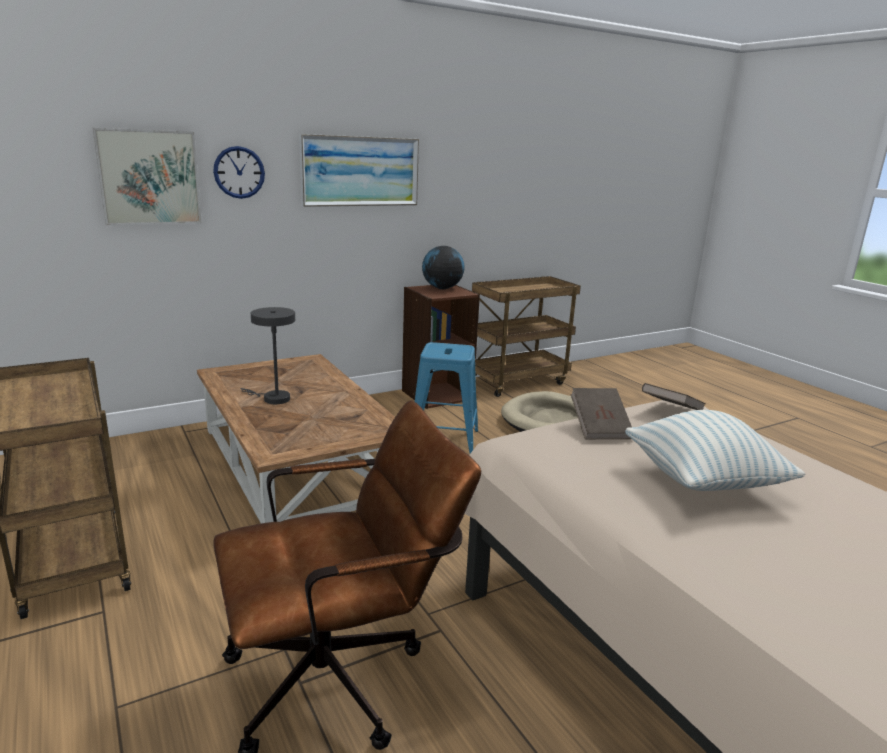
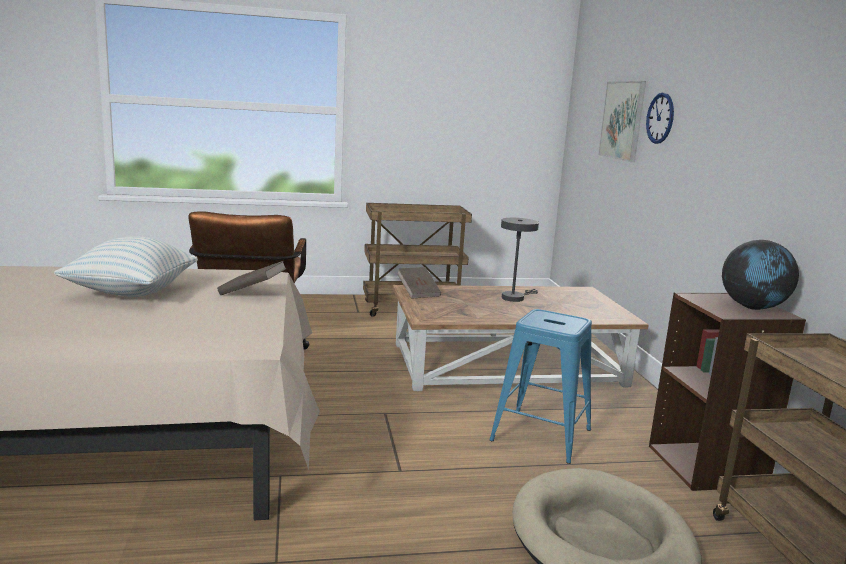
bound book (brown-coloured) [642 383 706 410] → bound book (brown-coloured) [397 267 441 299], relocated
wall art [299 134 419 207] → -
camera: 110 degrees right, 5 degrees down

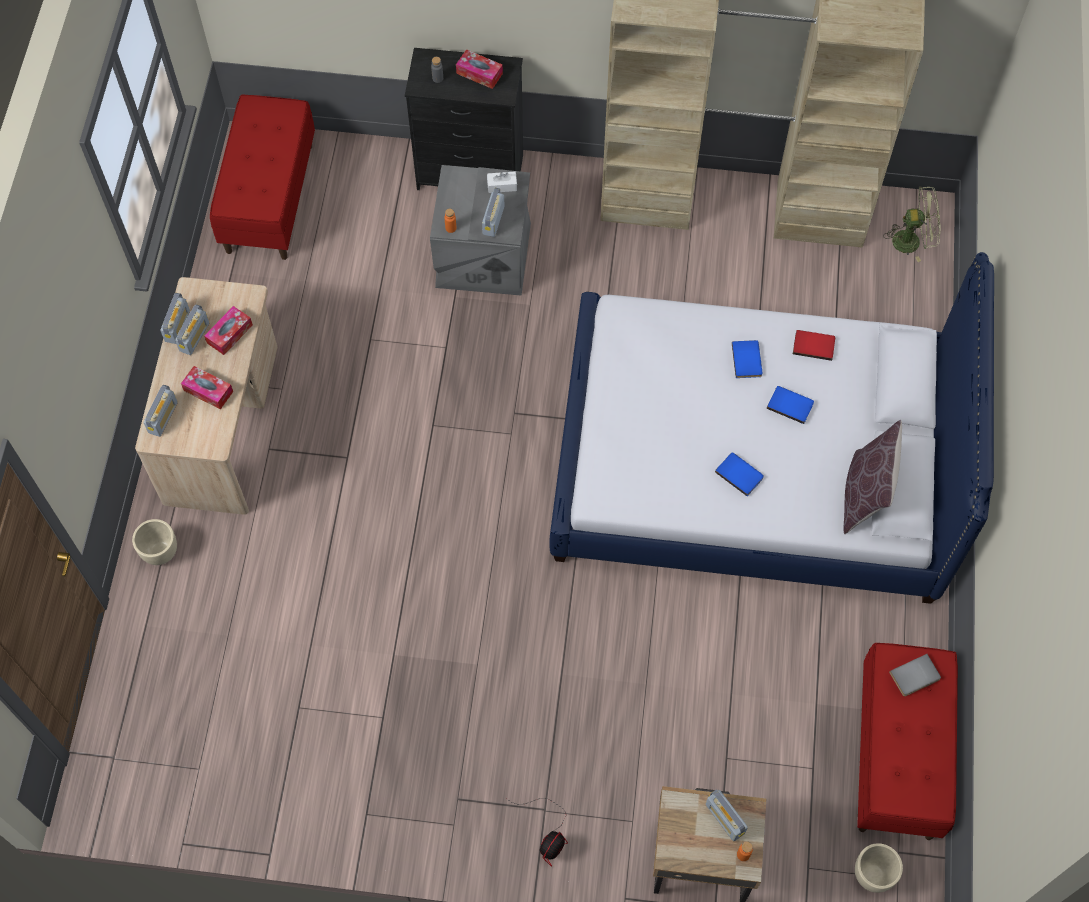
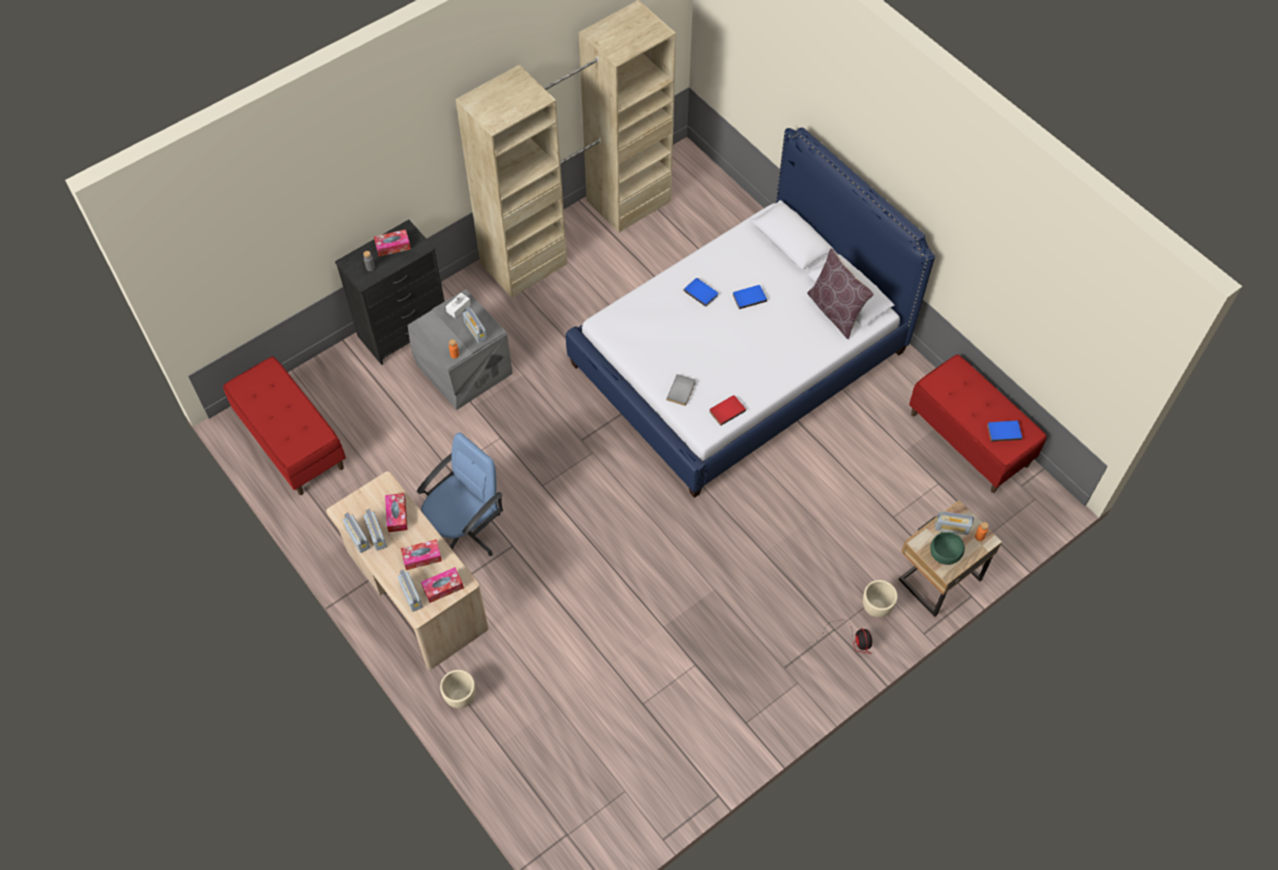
- → office chair (blue) [417 432 503 556]
- → tissue holder [421 567 464 603]
bound book (greyish) [889 654 941 696] → bound book (greyish) [666 374 696 406], relocated
bound book (red-coloured) [793 330 835 361] → bound book (red-coloured) [709 395 746 426], relocated
planter (beige) [855 843 903 893] → planter (beige) [863 580 898 617], relocated
- → bowl (green-coloured) [930 532 965 565]
bound book (blue) [715 452 764 496] → bound book (blue) [987 421 1022 442], relocated
cooling fan (green-coloured) [883 186 940 262] → -
camera: 45 degrees left, 5 degrees down

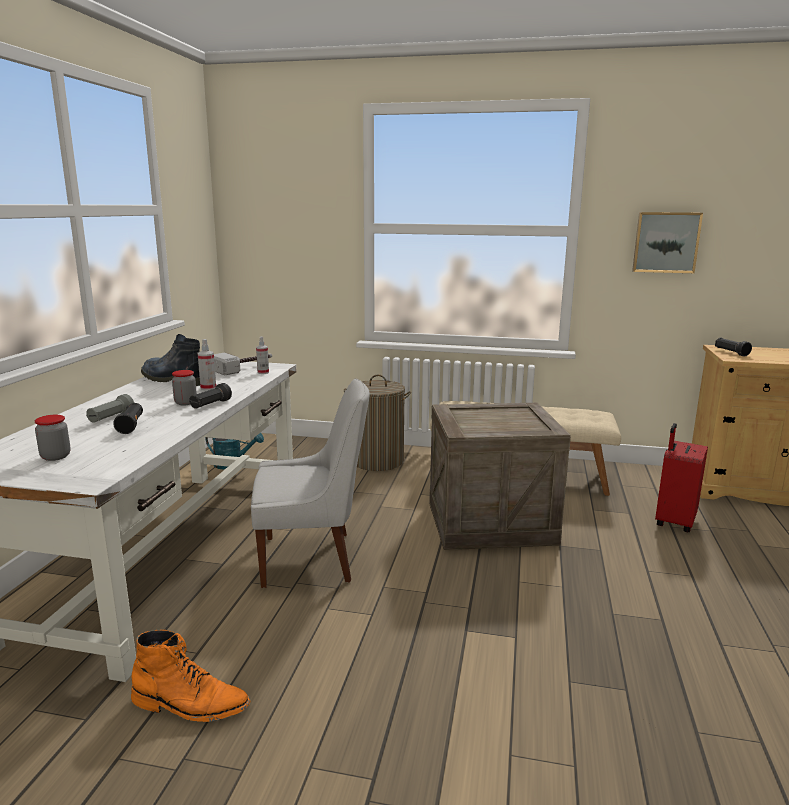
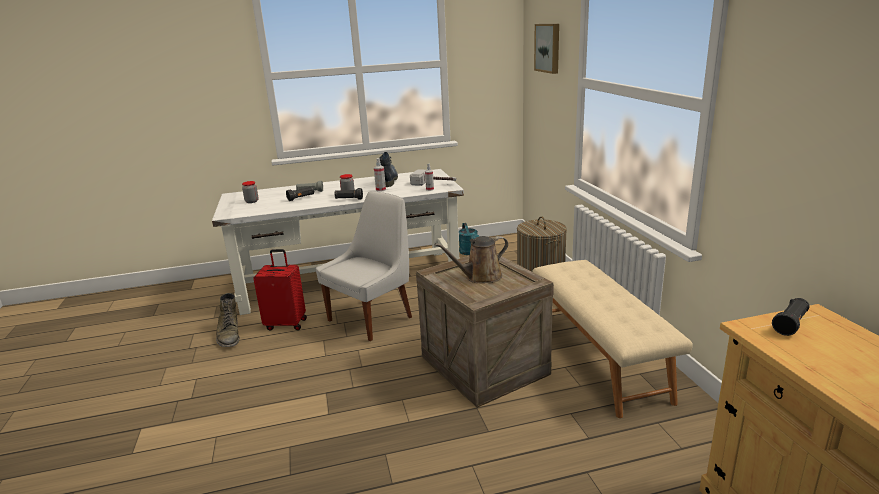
high-top boot (orange) [131 630 250 722] → high-top boot (green-coloured) [216 293 239 347]
piece of luggage (red-coloured) [655 423 708 533] → piece of luggage (red-coloured) [253 249 307 330], relocated
upright chair (white-coloured) [251 378 370 588] → upright chair (white-coloured) [316 191 412 341], 105 degrees counterclockwise
- → watering can (brown-coloured) [435 236 508 283]
wall art [632 212 703 273] → wall art [534 24 559 74], relocated
camera: 65 degrees right, 5 degrees up

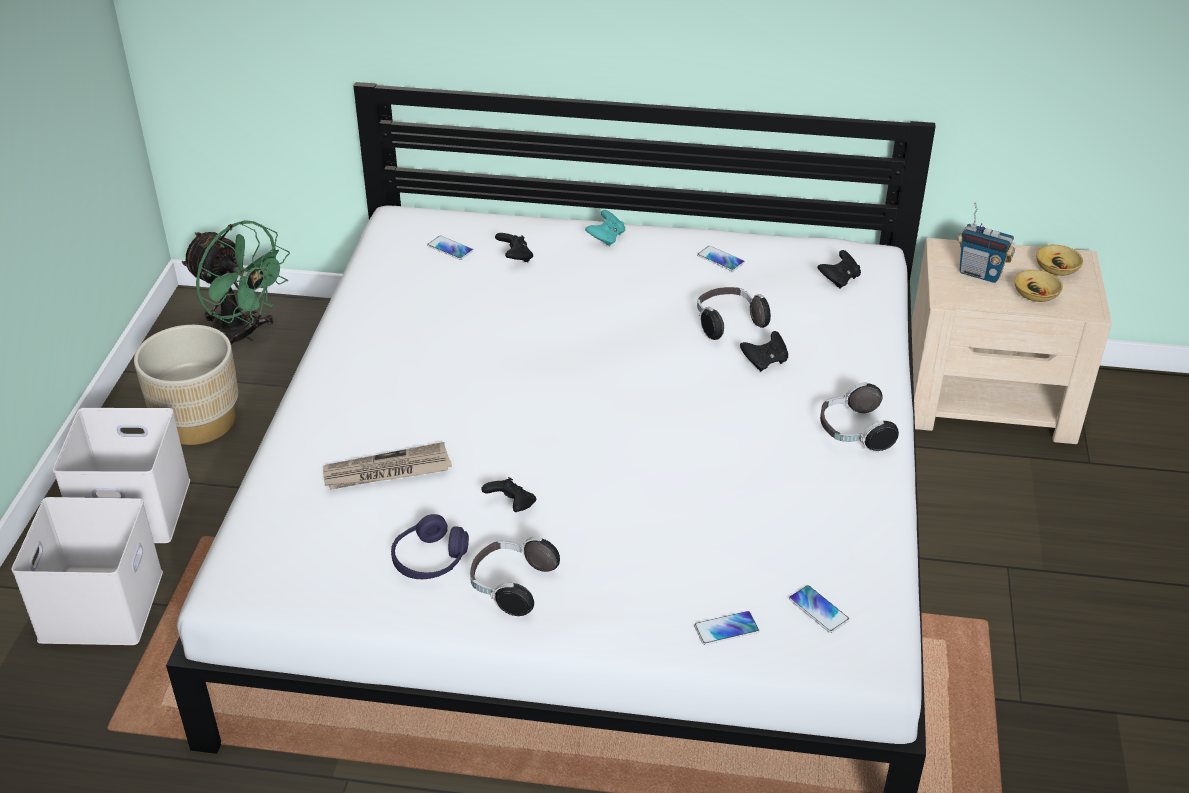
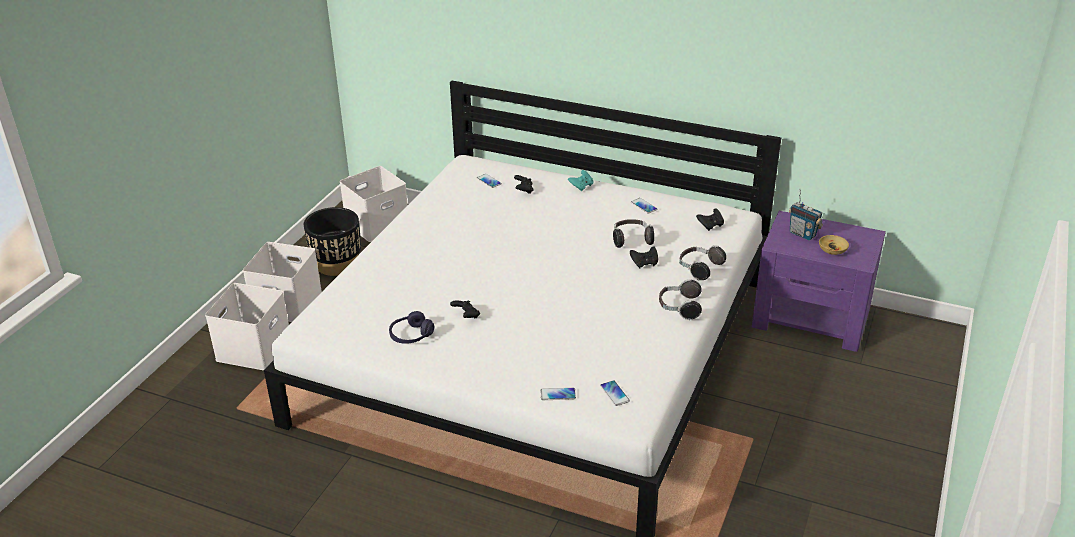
planter (beige) [134 325 238 445] → planter (black) [304 207 361 276]
cooling fan (green-coloured) [182 220 290 345] → storage bin (white-coloured) [340 166 408 242]
headset [470 536 560 616] → headset [679 245 726 281], relocated
night table (beige) [911 238 1112 444] → night table (purplish) [752 211 886 352]
daily paper [323 442 452 490] → -
bowl (beige) [1036 245 1083 276] → -
camera: 15 degrees right, 5 degrees down

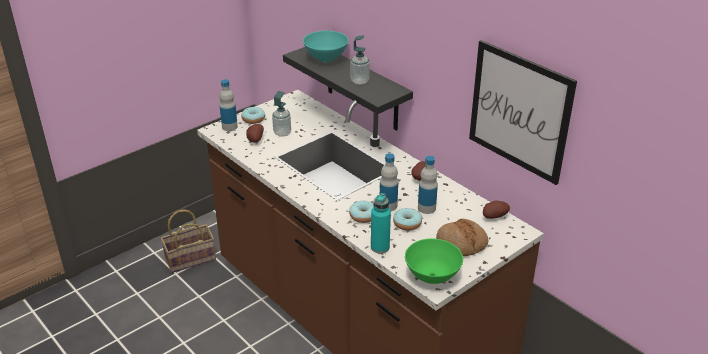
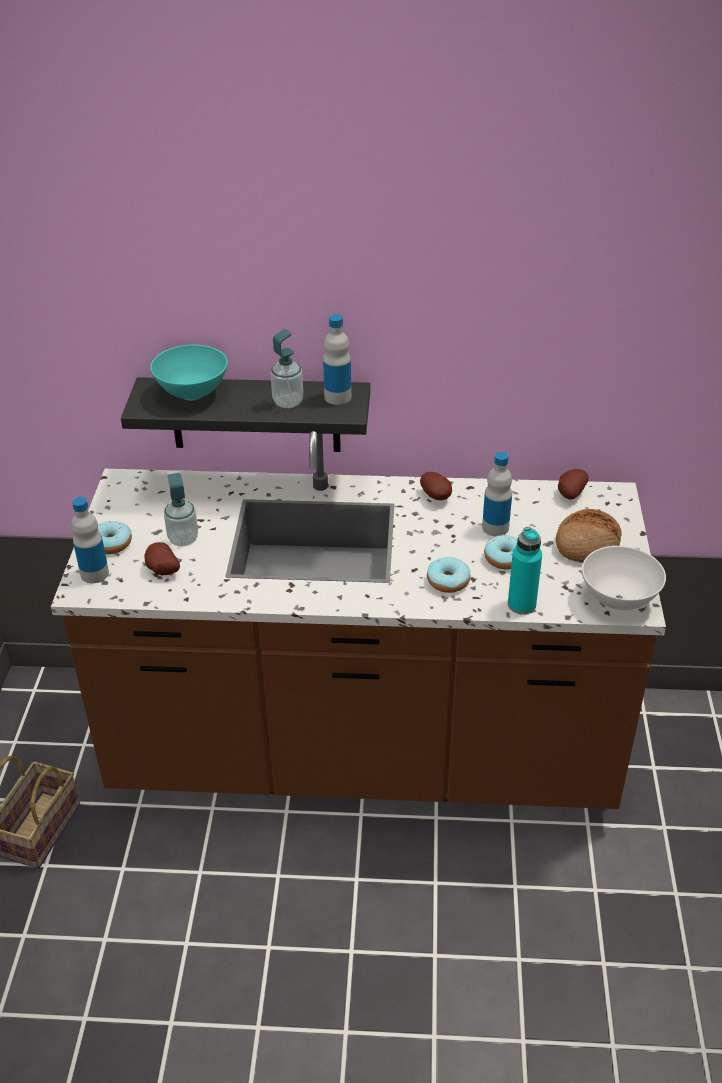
beverage bottle [380 153 398 211] → beverage bottle [323 314 351 405], relocated
bowl (green-coloured) [405 239 463 284] → bowl (white-coloured) [582 546 666 610]
wall art [469 40 577 185] → -
camera: 45 degrees left, 5 degrees up

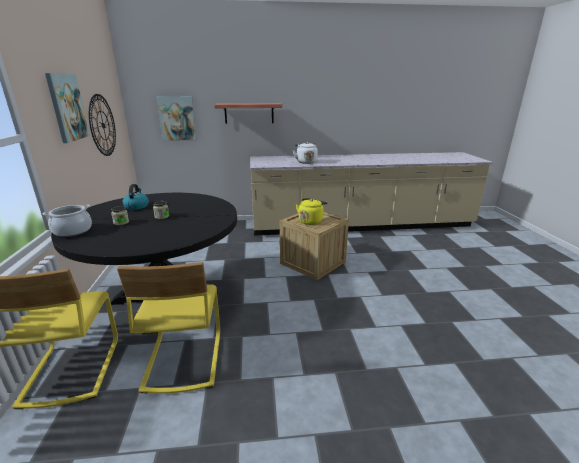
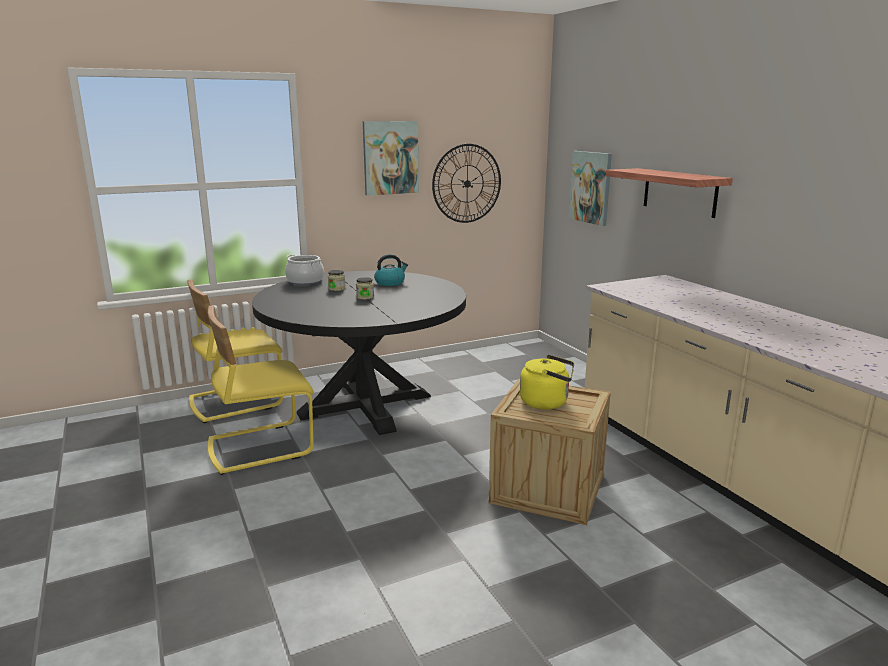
water kettle (white-coloured) [293 142 318 164] → -
camera: 70 degrees right, 5 degrees down

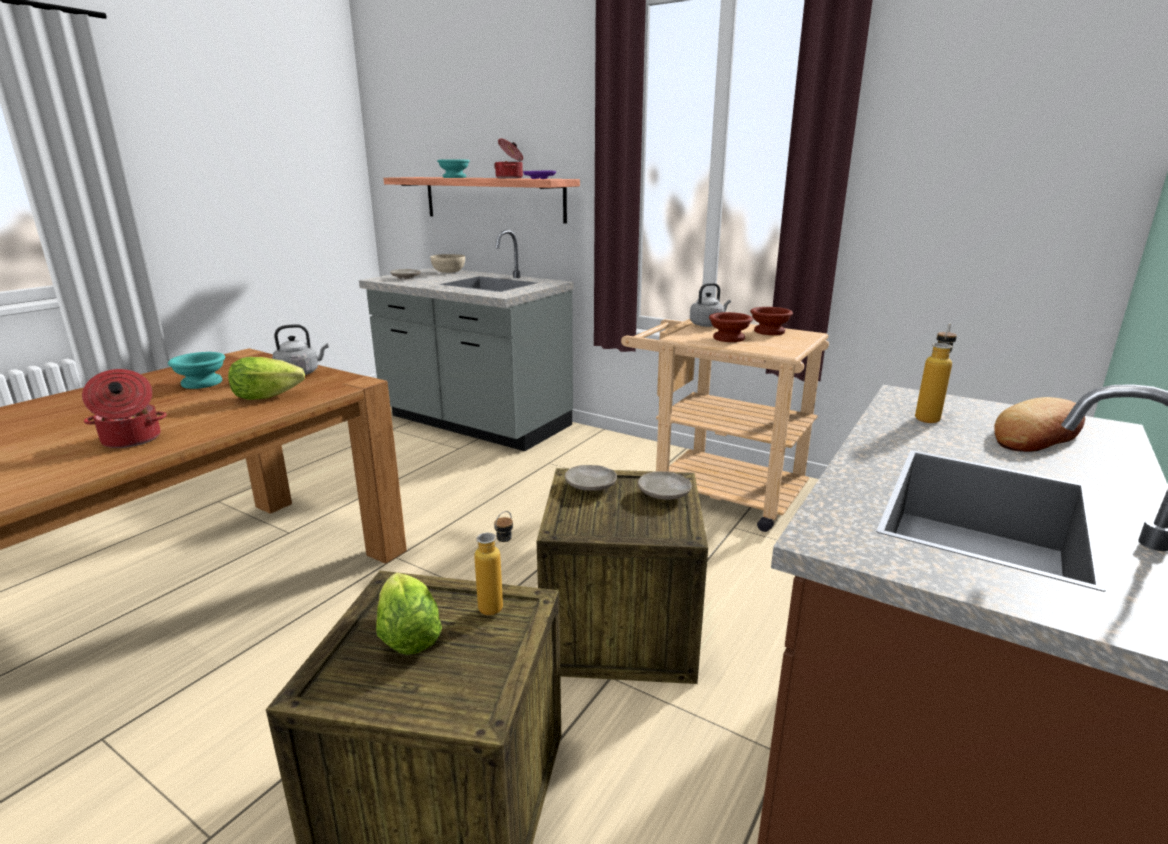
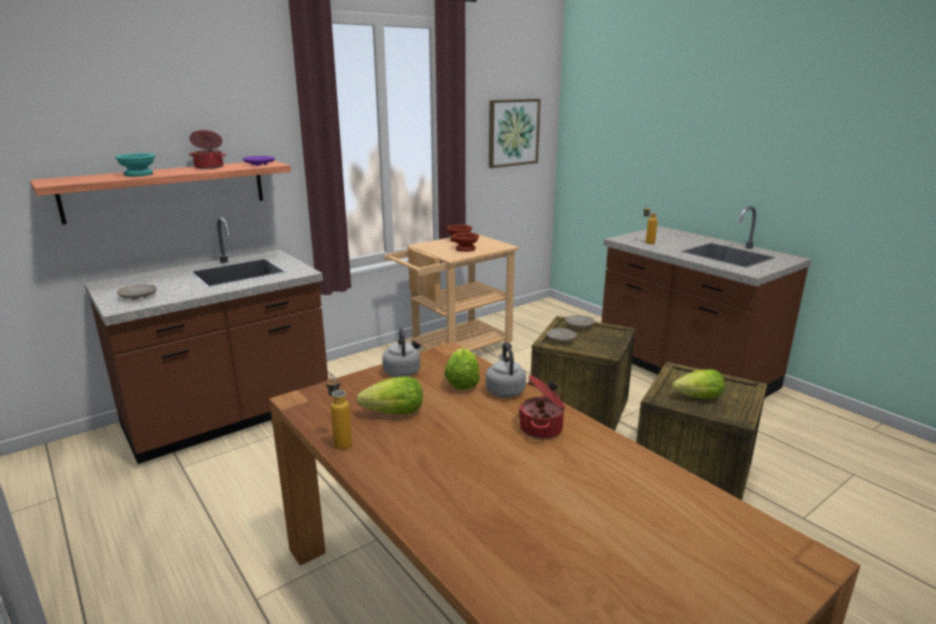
kitchen base unit (greyish) [359 230 574 451] → kitchen base unit (brown-coloured) [84 217 328 464]
beverage bottle [474 511 513 615] → beverage bottle [326 373 352 450], relocated
bowl (blue-green) [168 352 225 389] → lettuce head [357 376 423 414]
water kettle (greyish) [690 283 731 327] → water kettle (greyish) [486 344 526 397], relocated
- → wall art [489 99 541 168]
bowl (beige) [430 254 465 273] → -
baked bread [994 397 1085 452] → -
camera: 70 degrees left, 0 degrees up

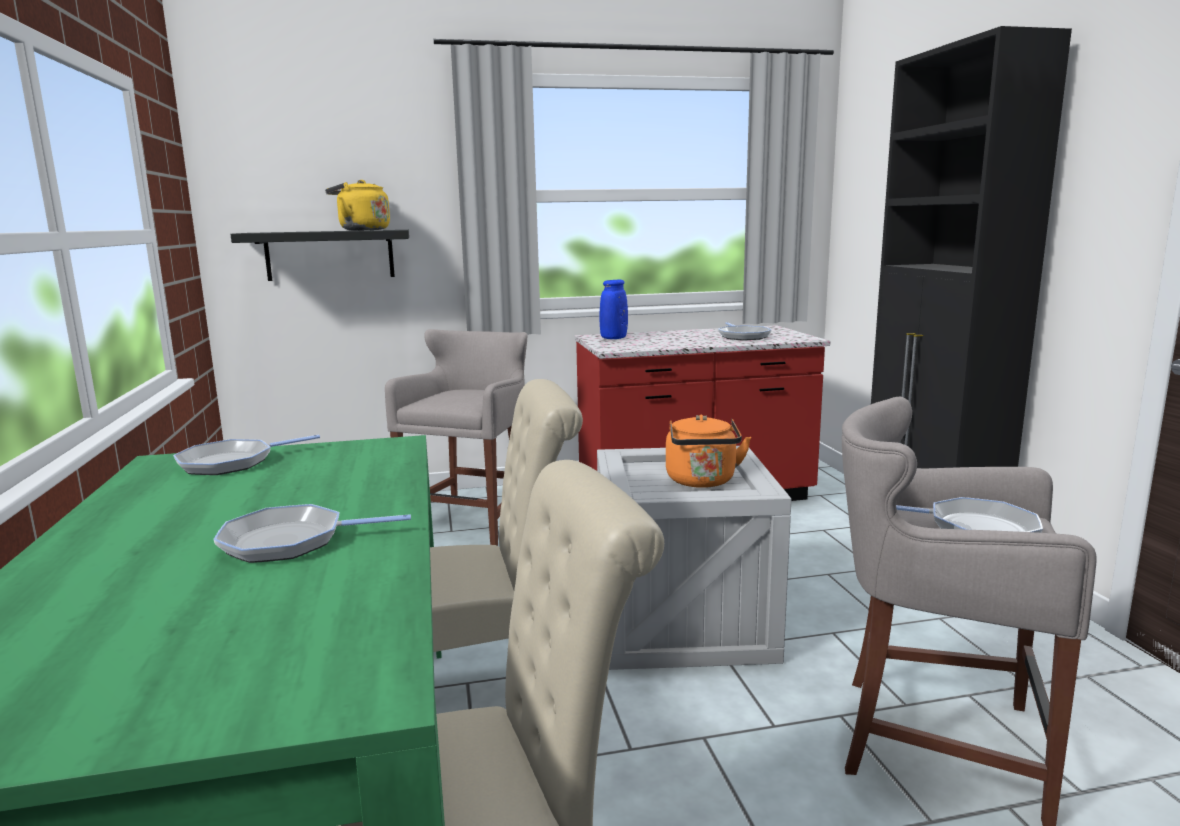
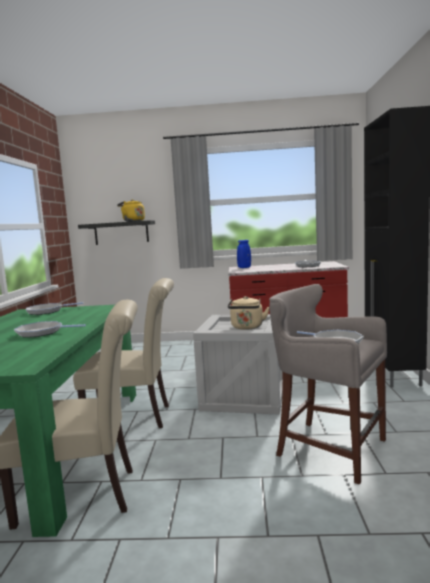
water kettle (orange) [666 415 751 488] → water kettle (beige) [228 296 269 330]
sitting stool (greyish) [385 329 528 546] → -
camera: 15 degrees right, 5 degrees down

